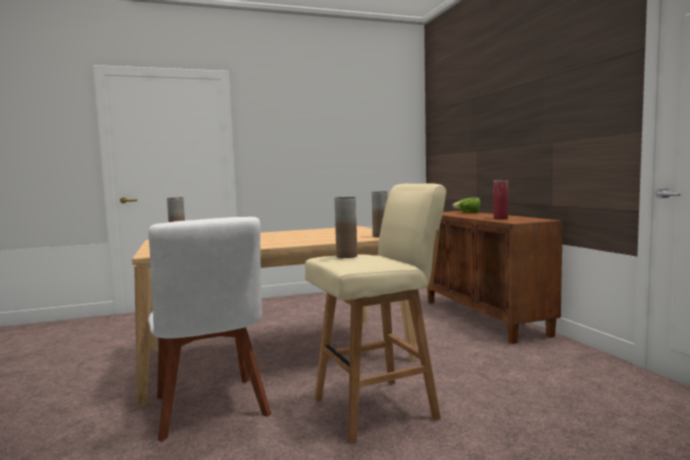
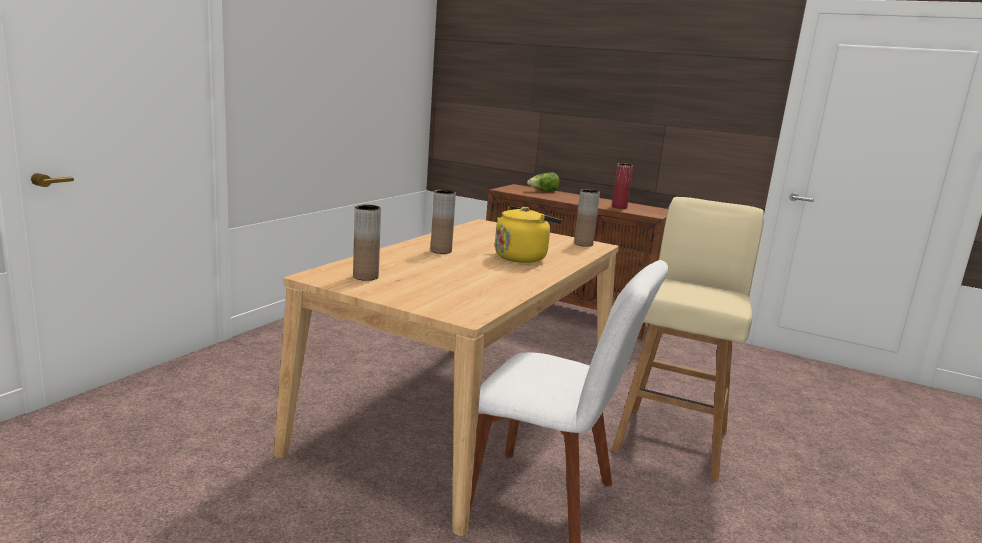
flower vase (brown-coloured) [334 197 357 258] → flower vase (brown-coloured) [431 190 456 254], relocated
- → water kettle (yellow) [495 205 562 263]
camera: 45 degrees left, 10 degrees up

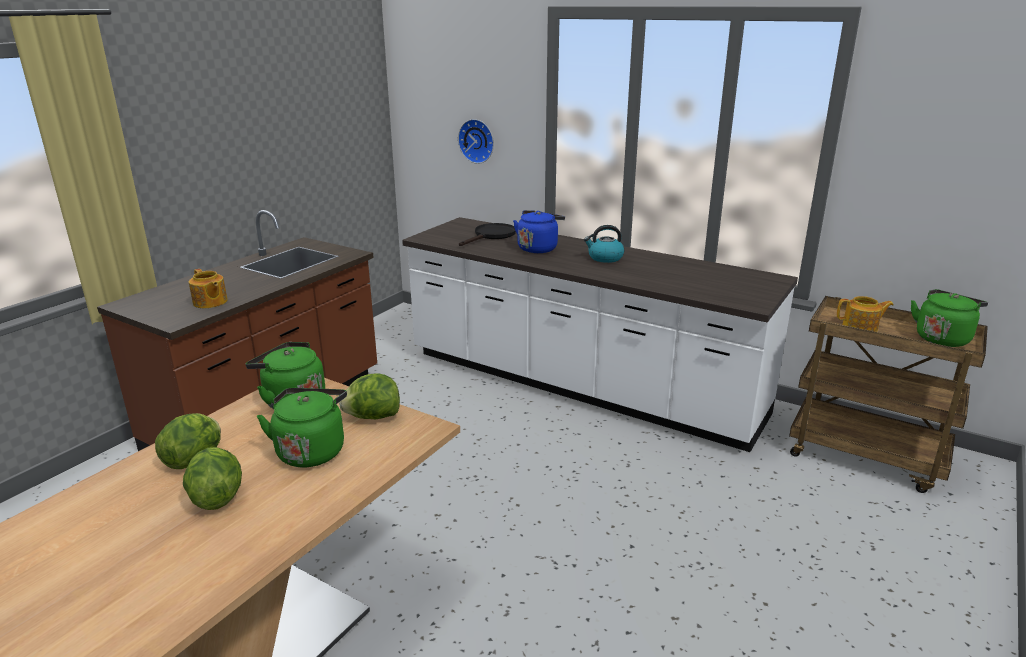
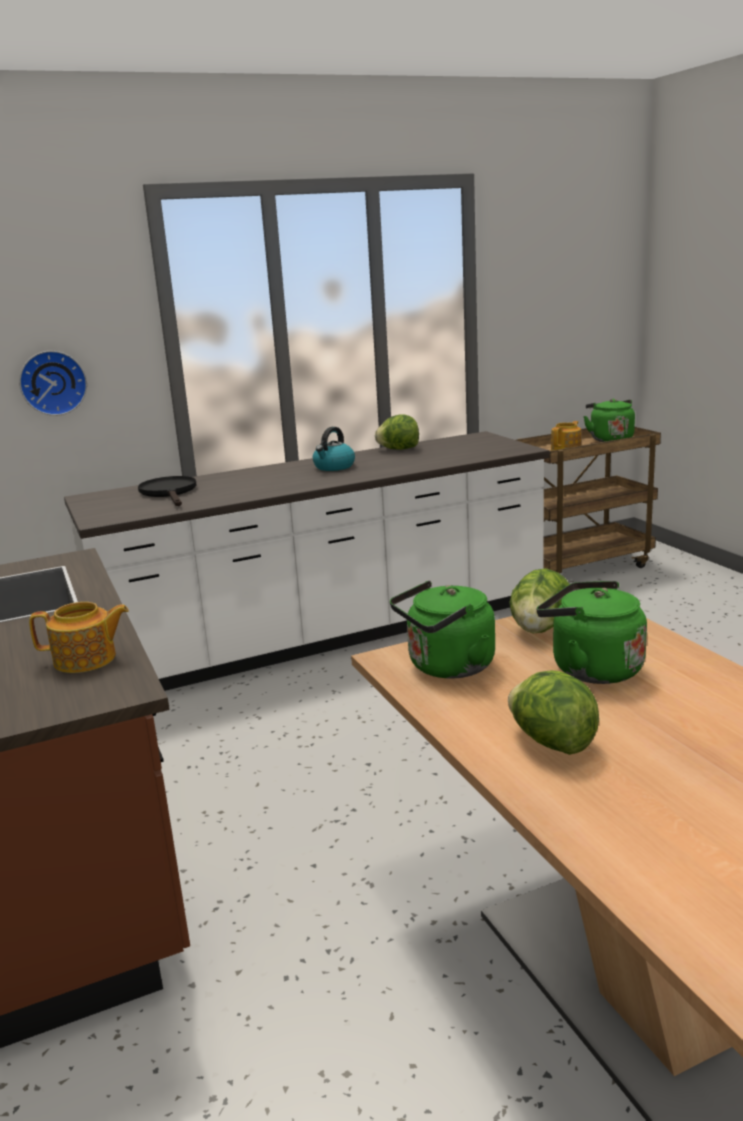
lettuce head [183 447 242 510] → lettuce head [375 414 419 450], relocated
water kettle (blue) [513 210 565 253] → -
camera: 55 degrees left, 5 degrees down

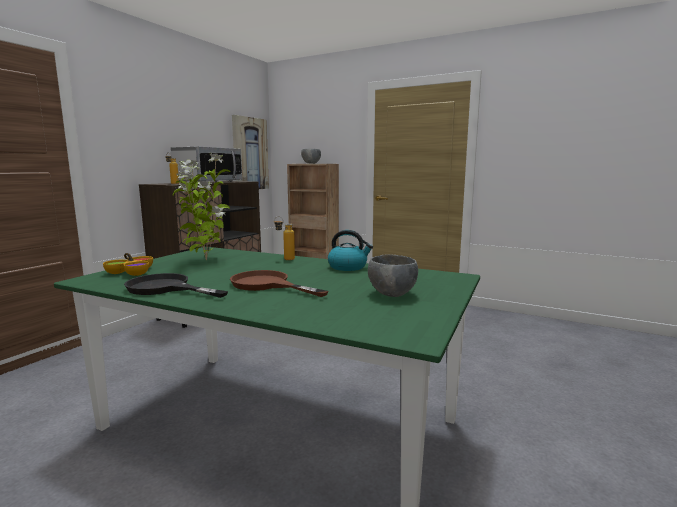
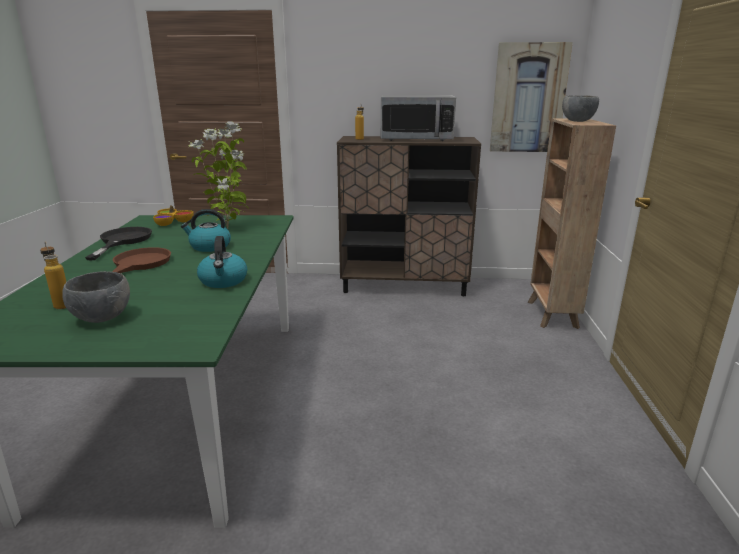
beverage bottle [274 216 295 260] → beverage bottle [40 241 66 309], relocated
- → water kettle [181 209 231 252]
camera: 65 degrees right, 10 degrees up

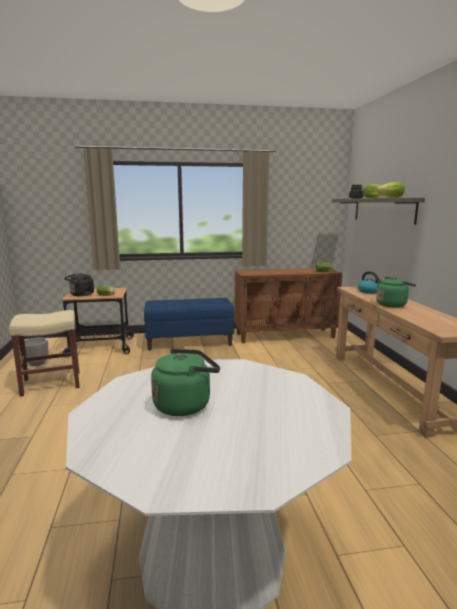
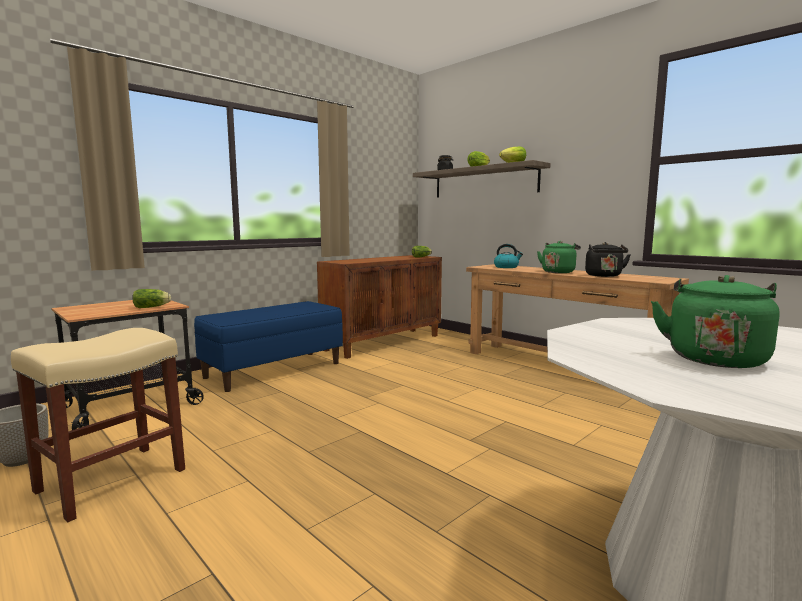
water kettle (black) [64 273 94 296] → water kettle (black) [585 242 631 277], relocated
camera: 35 degrees left, 5 degrees down

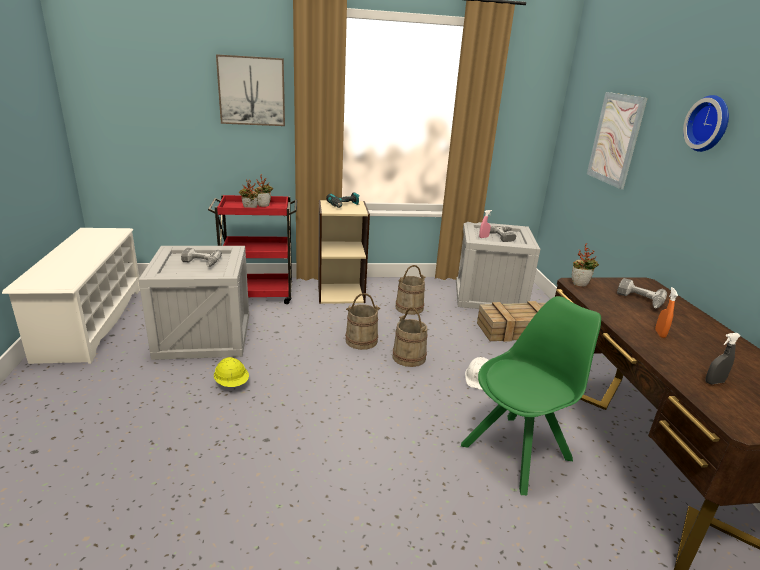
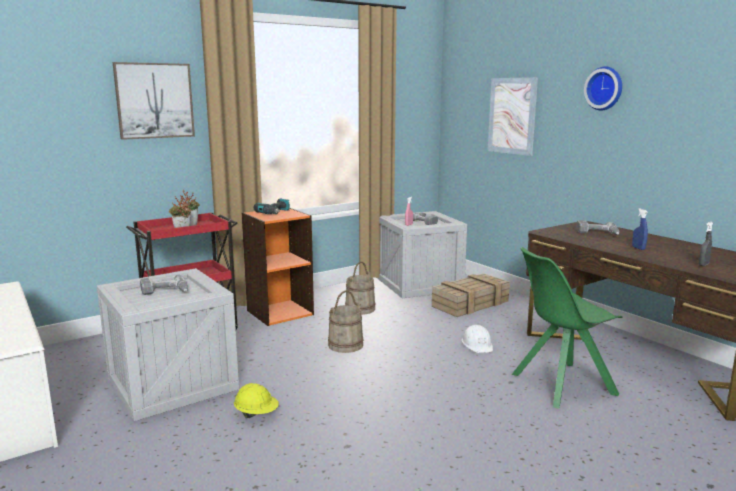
bookcase (beige) [318 200 370 304] → bookcase (orange) [242 208 314 326]
upright chair (green-coloured) [461 296 601 495] → upright chair (green-coloured) [512 247 622 409], 135 degrees counterclockwise
sprayer (orange) [655 287 678 338] → sprayer (blue) [632 208 648 250]
bucket (beige) [393 307 427 367] → -
potted plant [572 243 599 286] → -
camera: 25 degrees left, 10 degrees down

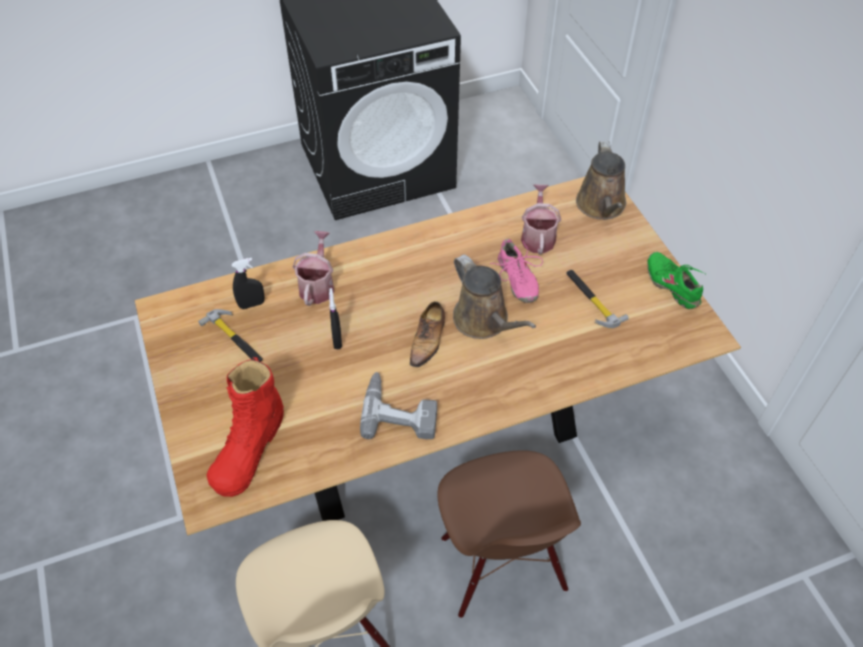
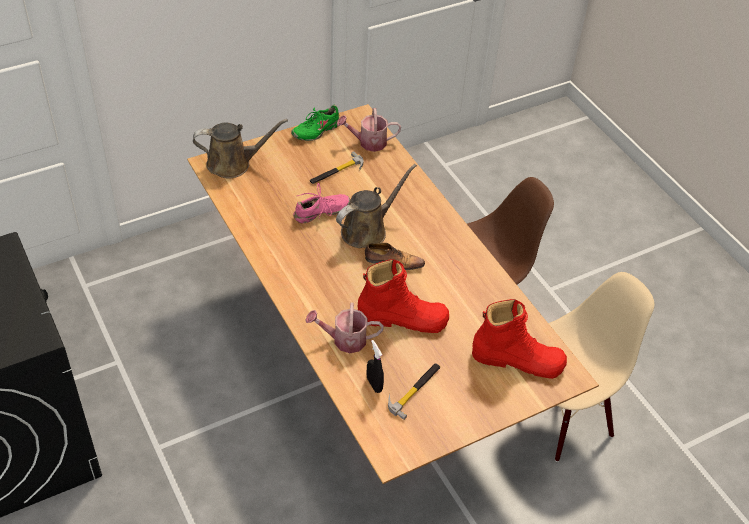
watering can [521 184 561 255] → watering can [337 108 401 152], relocated
sprayer (black) [329 288 342 349] → high-top boot (red-coloured) [357 259 449 333]
electric drill [360 372 437 439] → -
camera: 100 degrees left, 5 degrees down

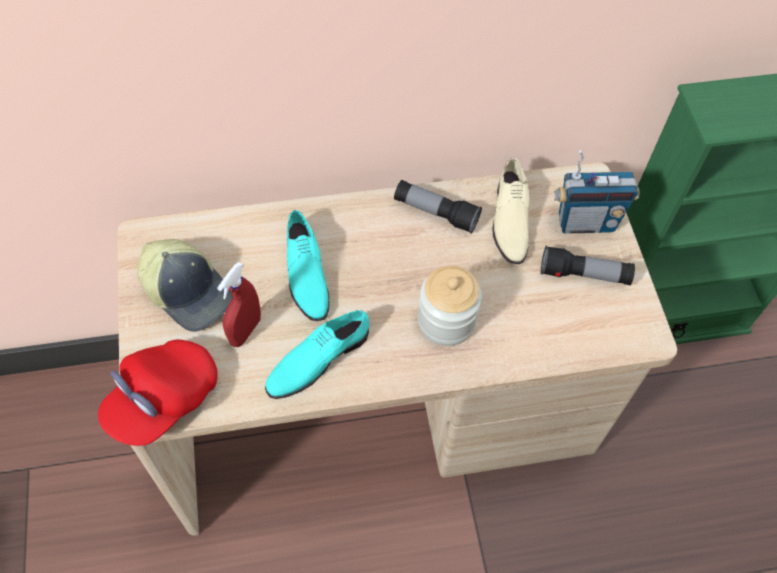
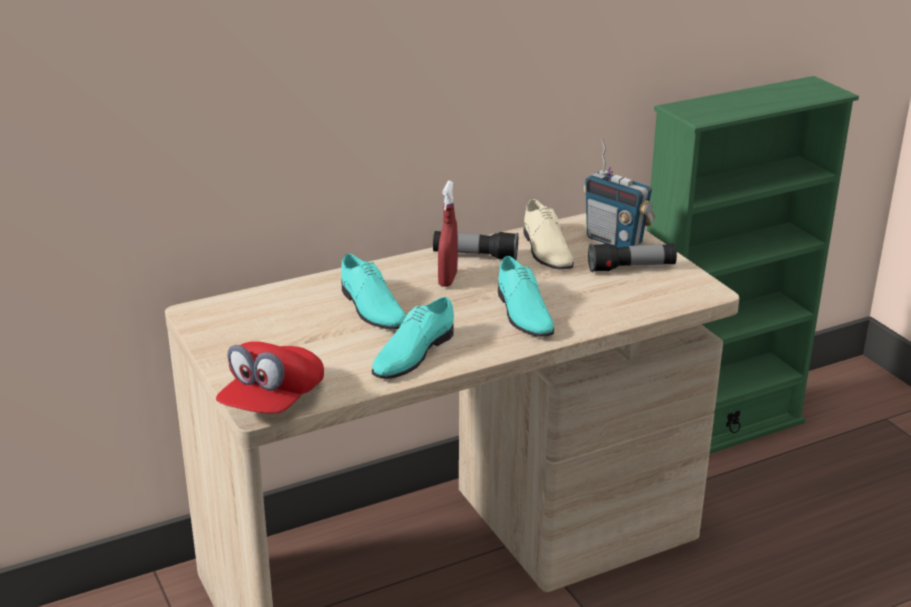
sprayer (red-coloured) [217 262 261 347] → sprayer (red-coloured) [438 181 458 287], relocated
preserve jar [418 266 482 346] → item of footwear (blue-green) [498 256 554 337]
radio set [554 150 640 234] → radio set [583 139 655 247], 60 degrees clockwise
baseball cap [137 239 233 332] → -
camera: 15 degrees left, 30 degrees down

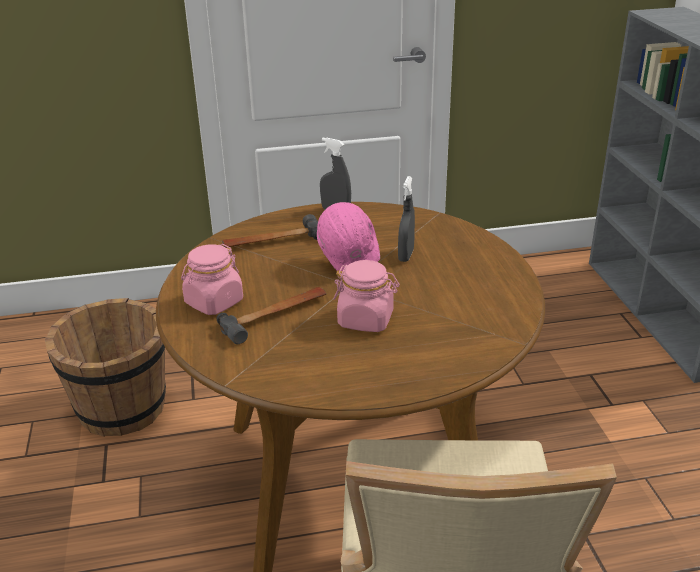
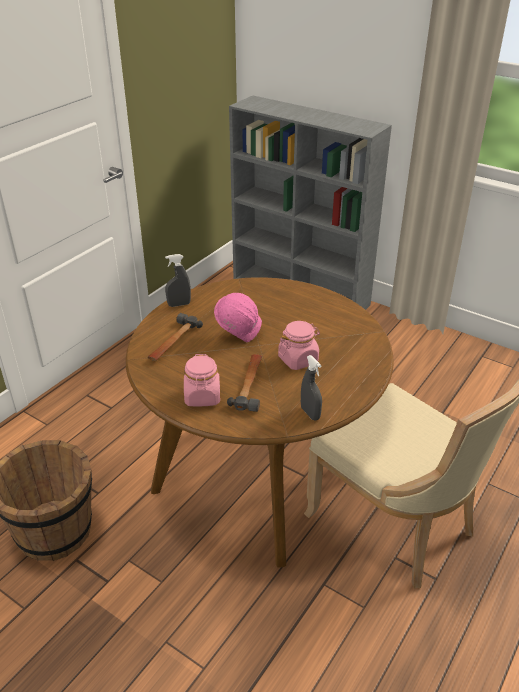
sprayer (greyish) [398 176 415 262] → sprayer (greyish) [301 355 322 420], relocated
camera: 45 degrees left, 5 degrees up

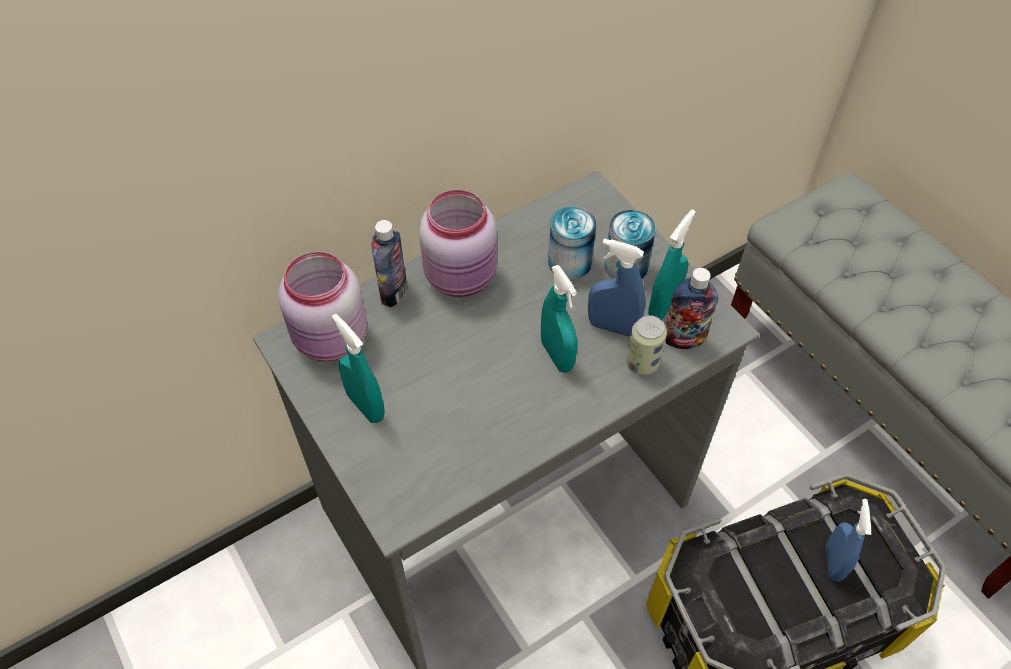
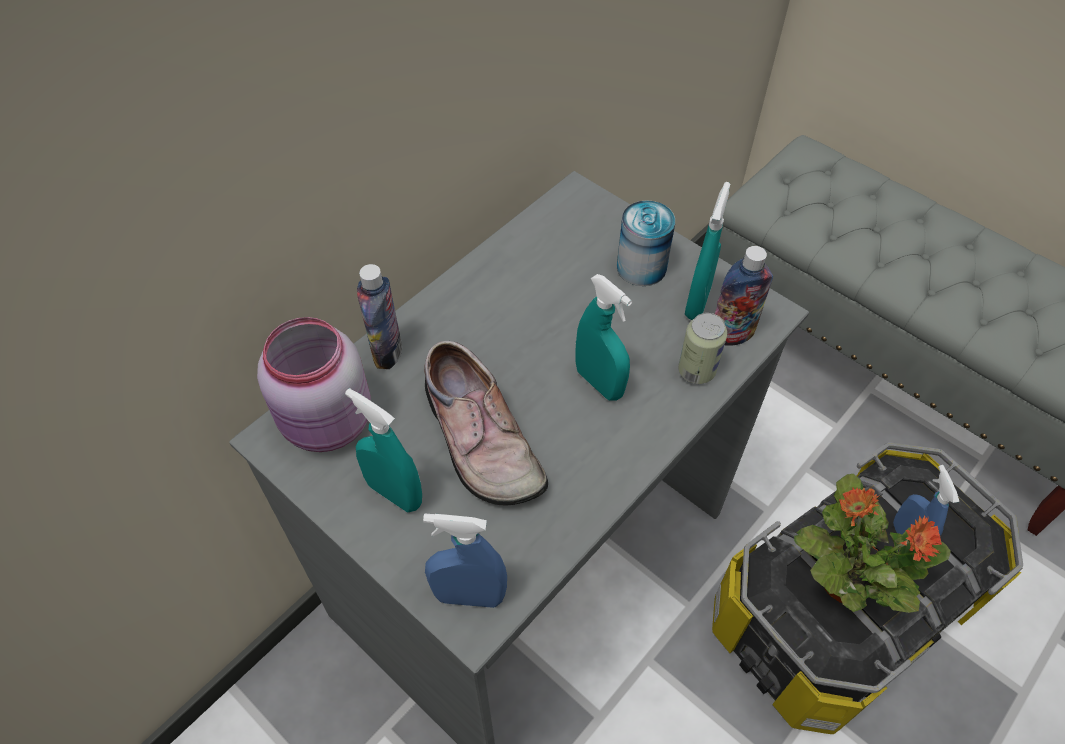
sprayer (blue) [588 239 646 337] → sprayer (blue) [423 514 507 608], relocated
- → item of footwear [424 341 548 506]
- → potted plant [794 474 951 613]
preserve jar (pinkish) [419 190 497 297] → -
metal can [548 206 596 279] → -
camera: 15 degrees left, 0 degrees up

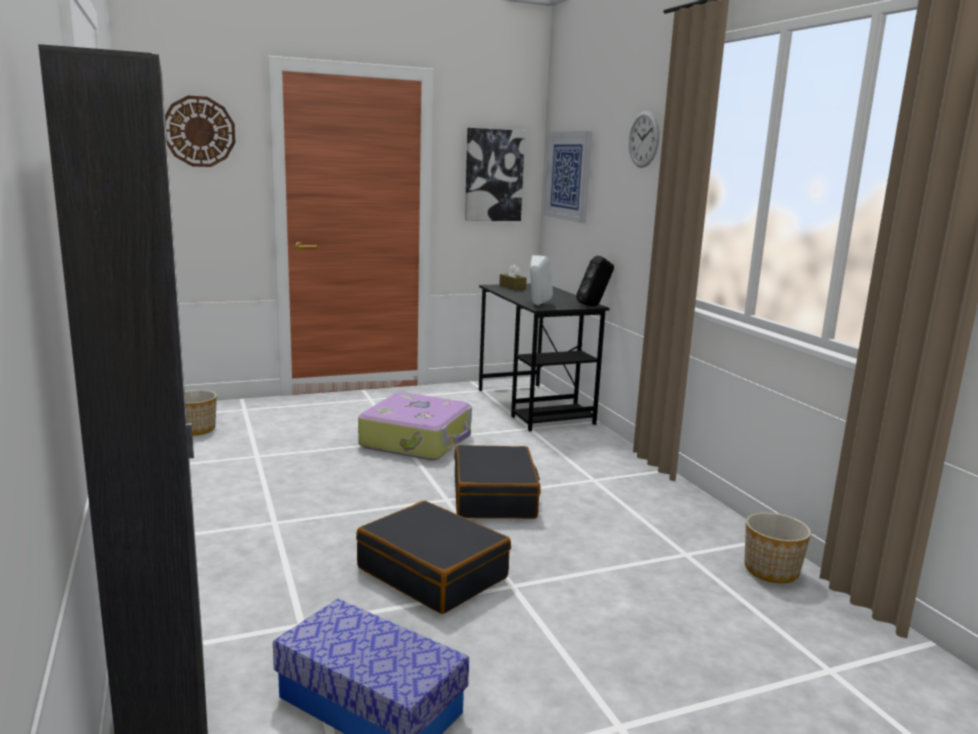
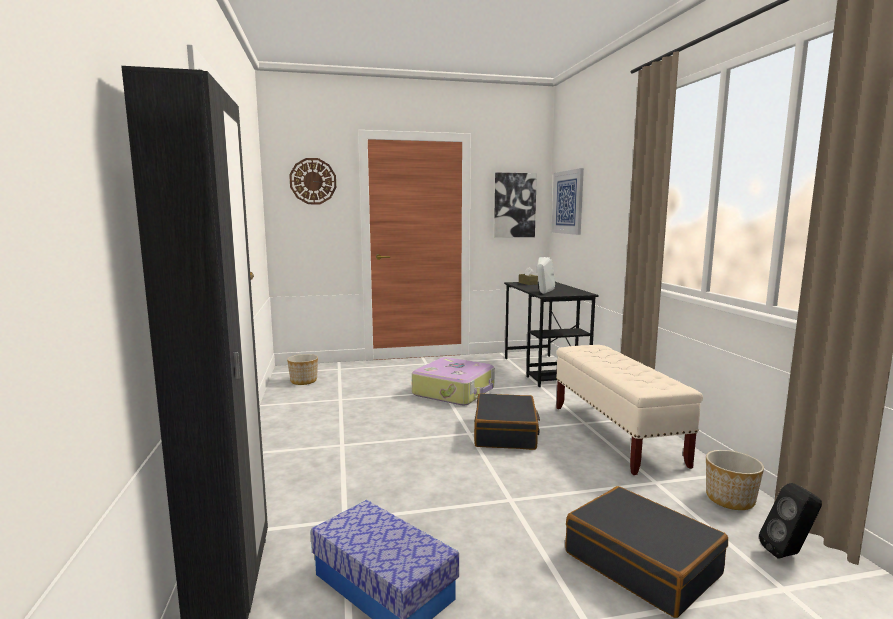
- → bench (beige) [556 345 703 475]
piece of luggage (black) [356 501 511 614] → piece of luggage (black) [565 486 728 618], relocated
loudspeaker (black) [576 256 614 306] → loudspeaker (black) [759 483 822 559], relocated
hanging clock [629 111 660 168] → -
camera: 10 degrees right, 5 degrees down

